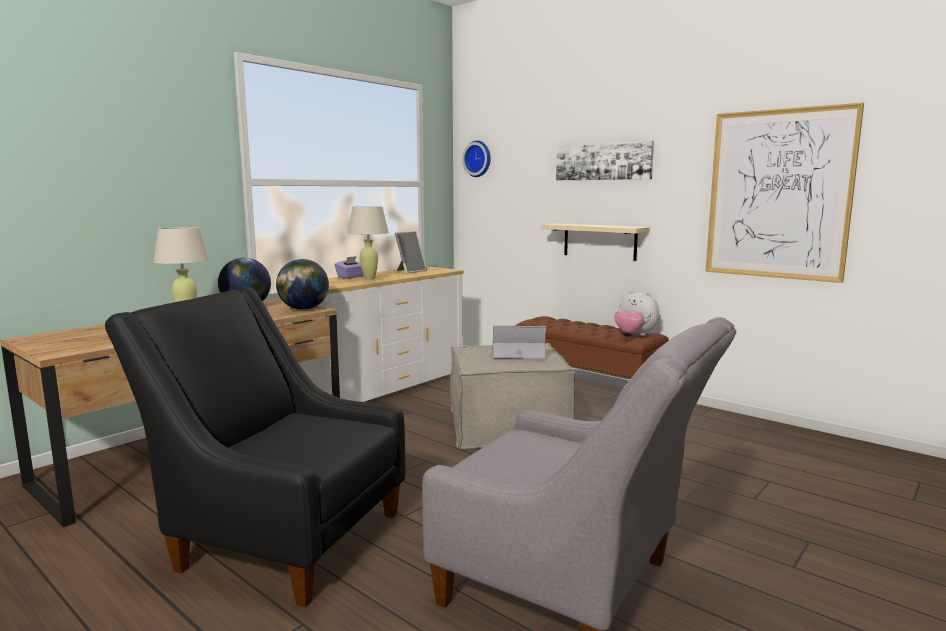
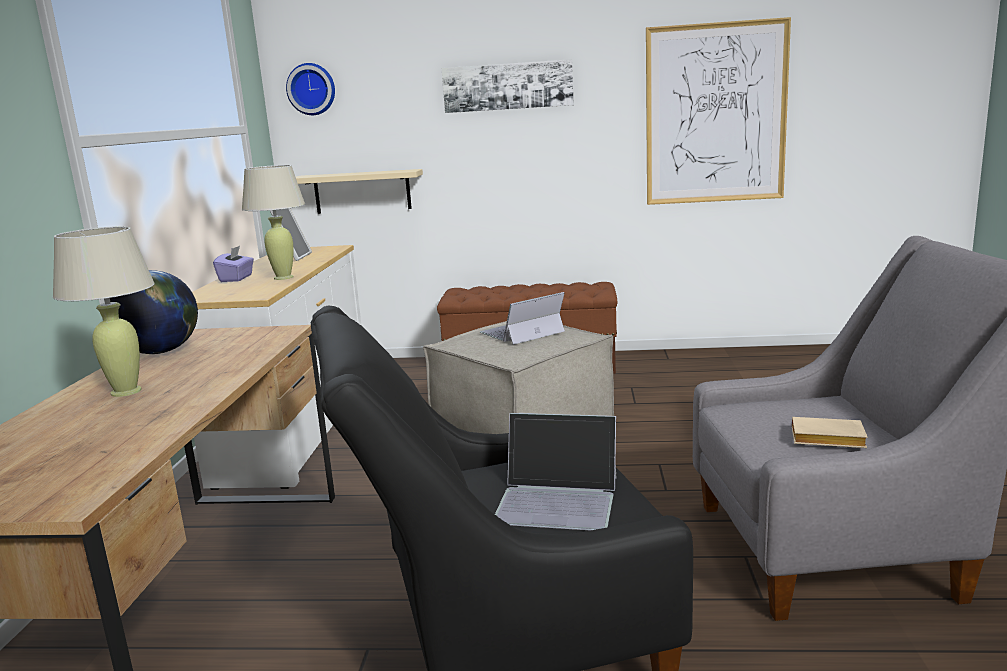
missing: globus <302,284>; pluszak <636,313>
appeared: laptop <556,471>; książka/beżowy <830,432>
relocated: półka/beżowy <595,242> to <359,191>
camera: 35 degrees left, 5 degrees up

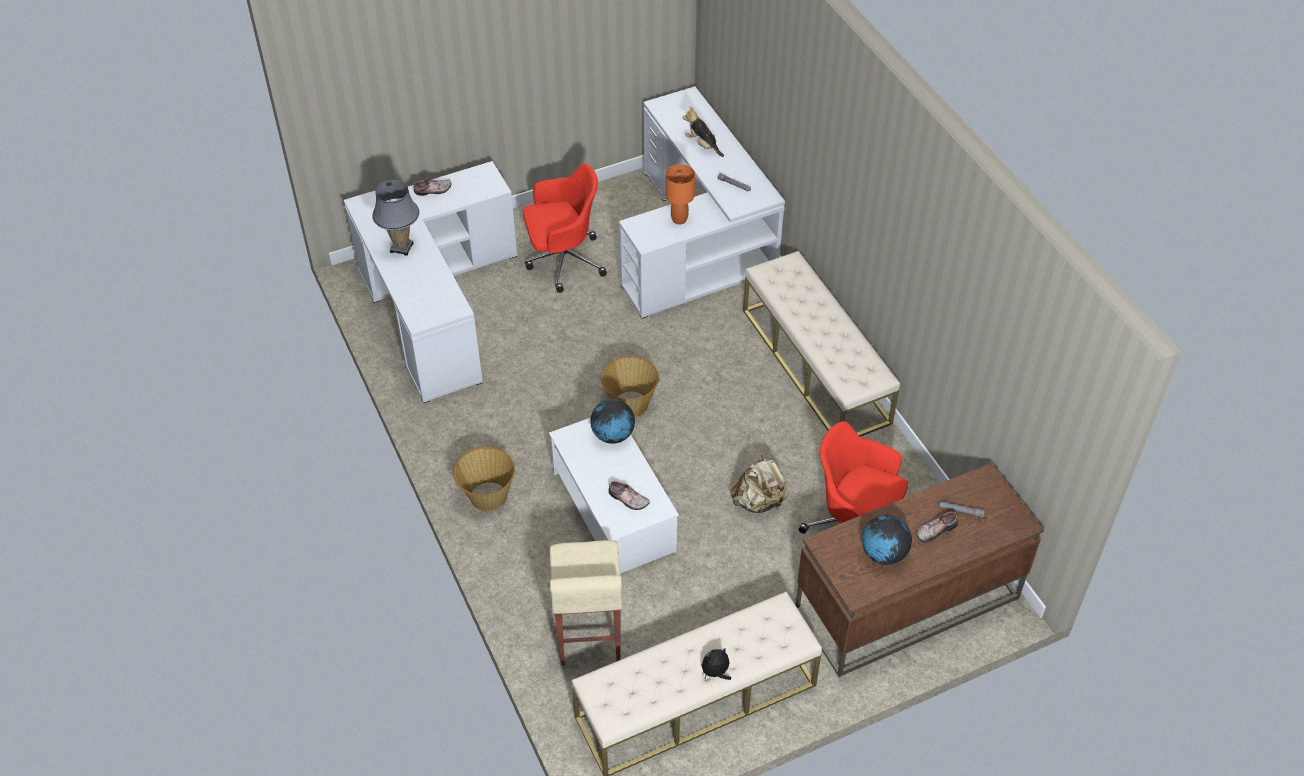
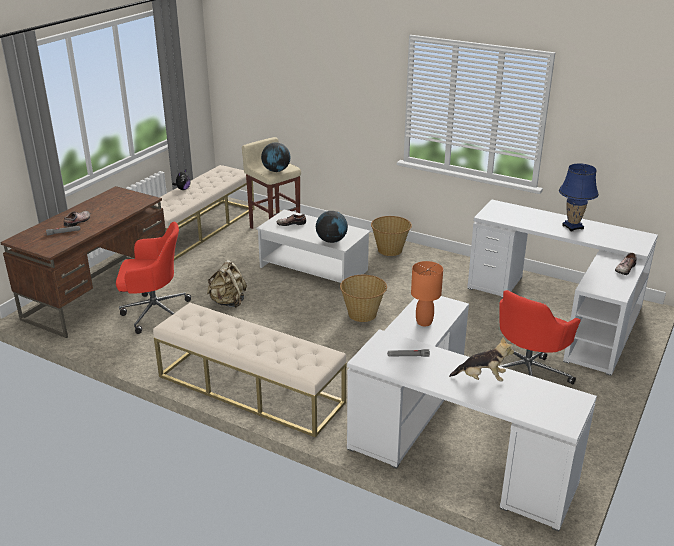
relocated: globus <887,540> to <276,157>
colour: lampa stołowa/szary <395,218> to lampa stołowa/niebieski <579,197>
camera: 145 degrees right, 20 degrees down

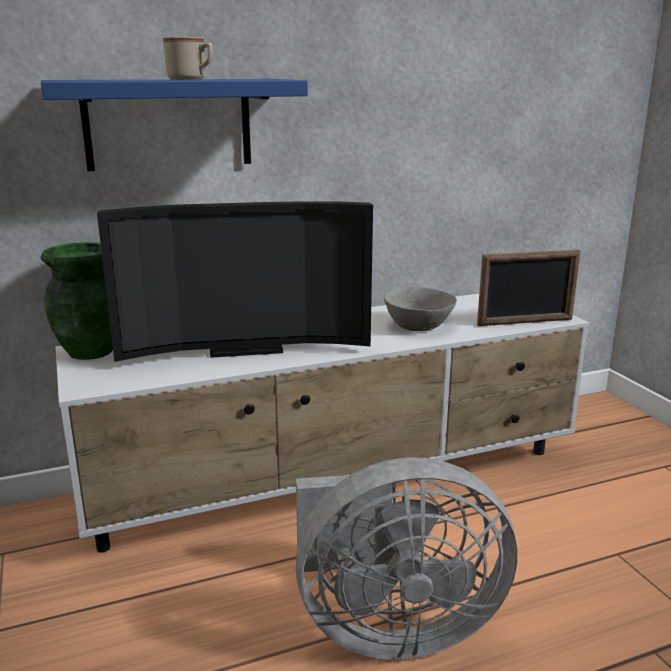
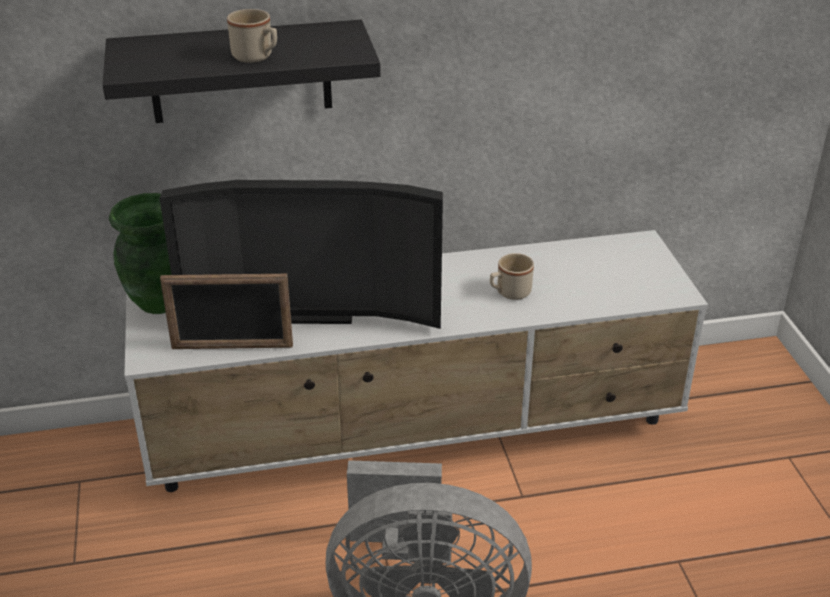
relocated: ramka na zdjęcie <528,288> to <226,311>
exchanged: miska/szary <420,308> to kubek/beżowy <512,276>
colour: półka/niebieski <174,125> to półka/czarny <241,71>
camera: 10 degrees right, 15 degrees up

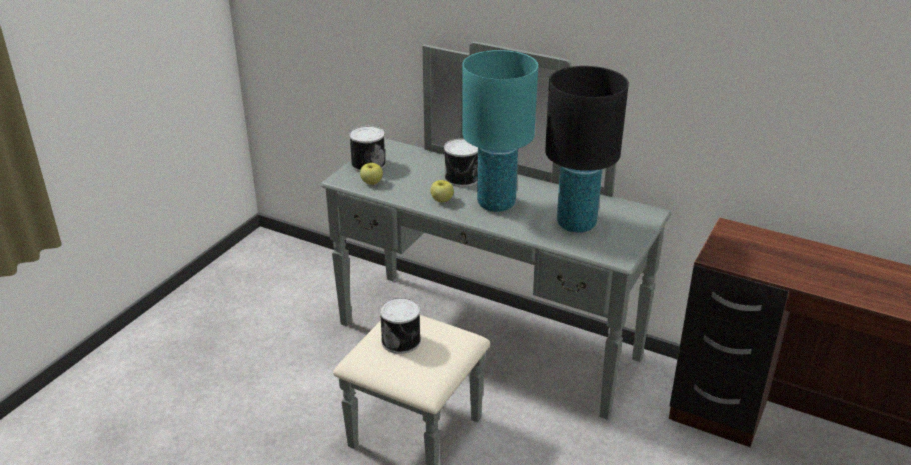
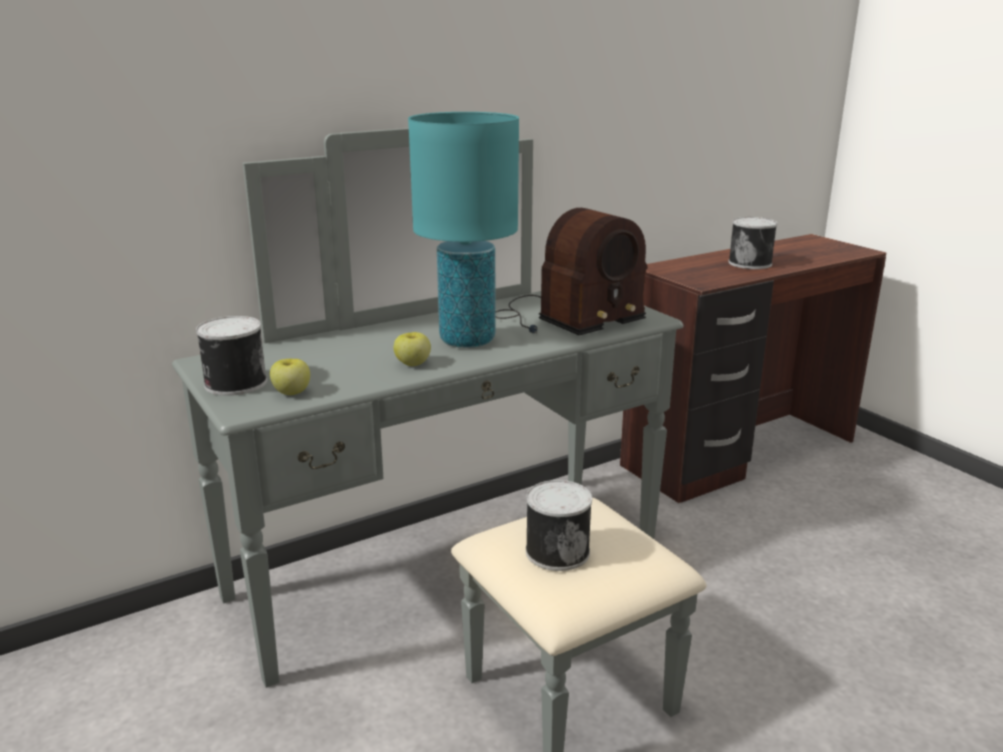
relocated: puszka <461,163> to <752,243>
exchanged: lampa stołowa/czarny <587,149> to radio <571,271>
camera: 60 degrees left, 10 degrees down

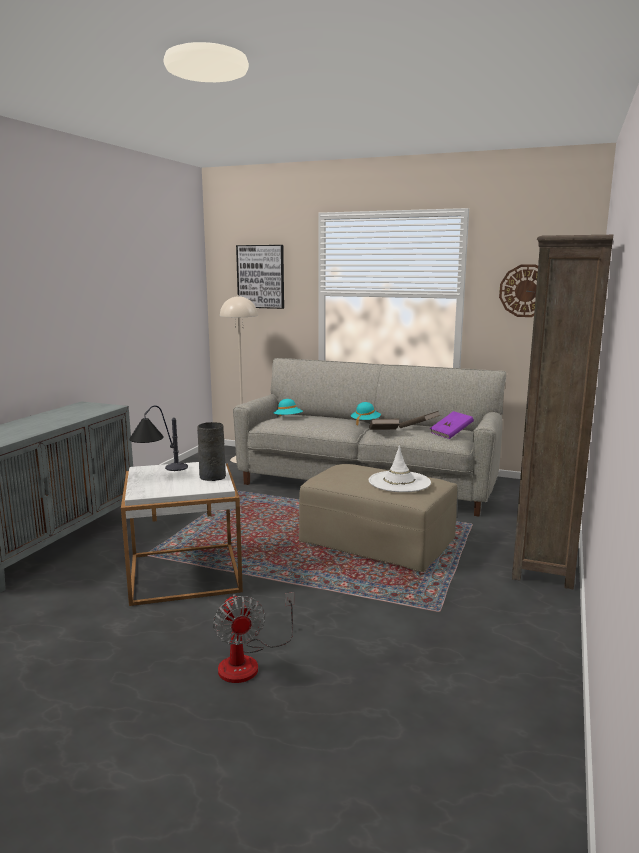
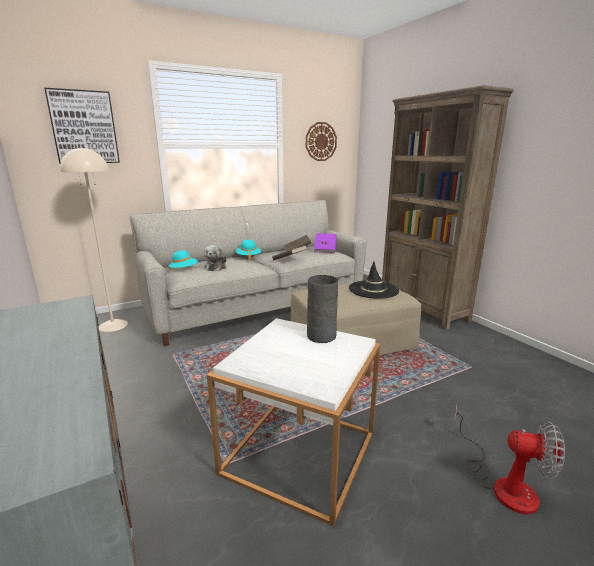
missing: lampa stołowa <158,438>
appeared: pluszak <215,258>
colour: kapelusz/biały <400,468> to kapelusz/czarny <374,280>
camera: 50 degrees left, 5 degrees up

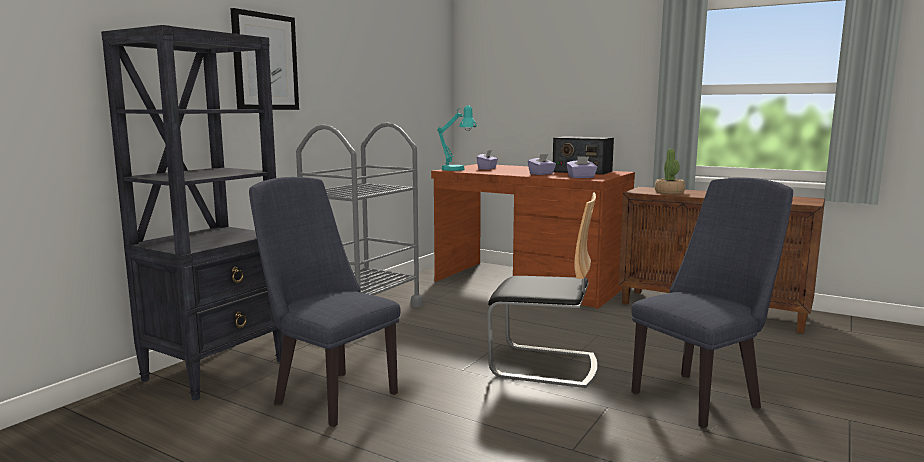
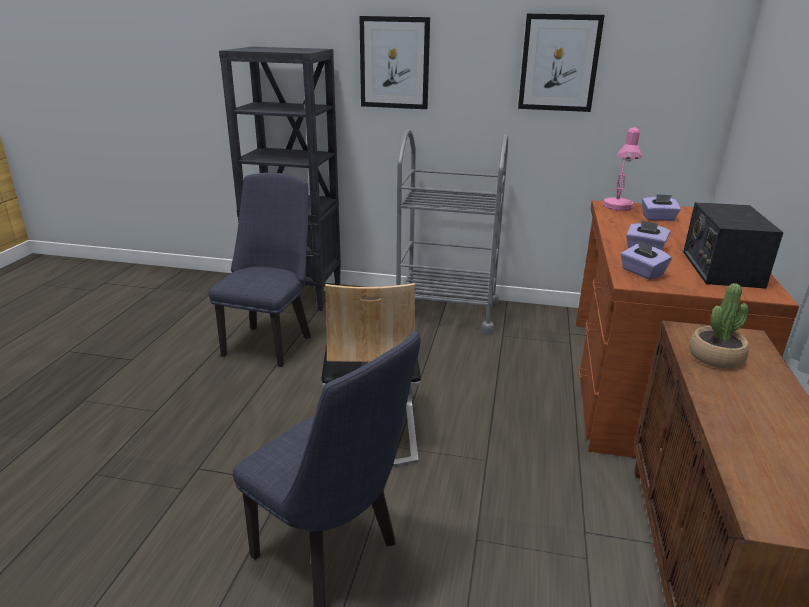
appeared: obraz <561,63>
colour: lampa stołowa/turkusowy <457,138> to lampa stołowa/różowy <622,169>
camera: 70 degrees right, 15 degrees up

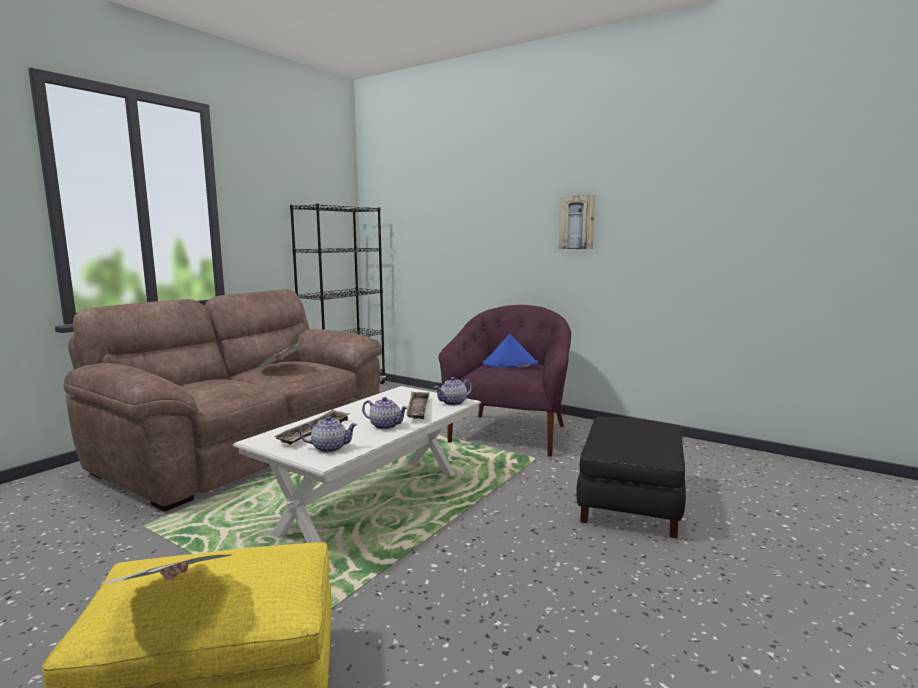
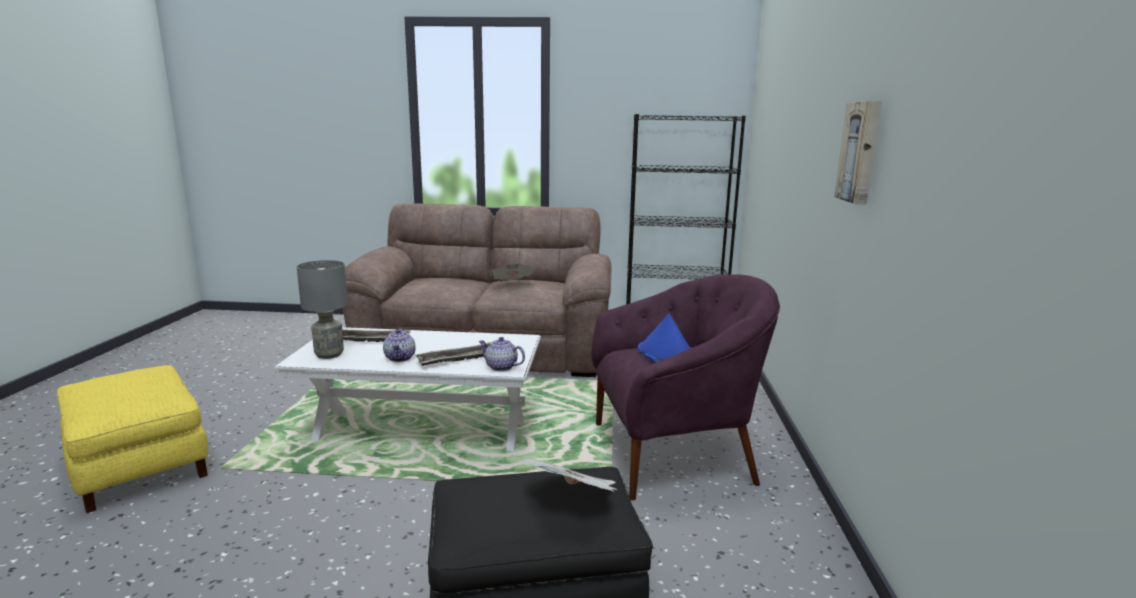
relocated: gazeta <166,569> to <570,475>
exchanged: imbryk <329,434> to lampa stołowa/szary <322,309>
camera: 60 degrees right, 5 degrees up

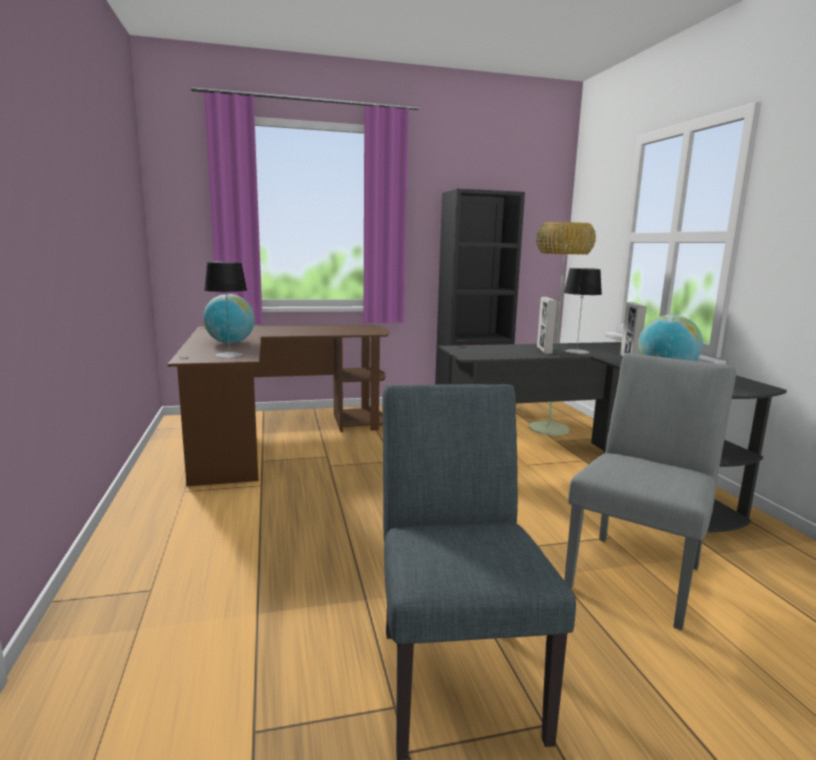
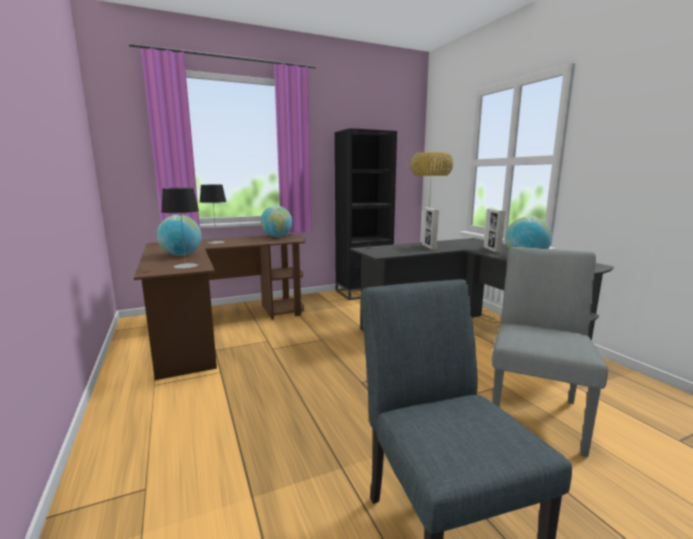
appeared: globus <276,221>
relocated: lampa stołowa <583,311> to <213,214>
camera: 10 degrees left, 0 degrees up

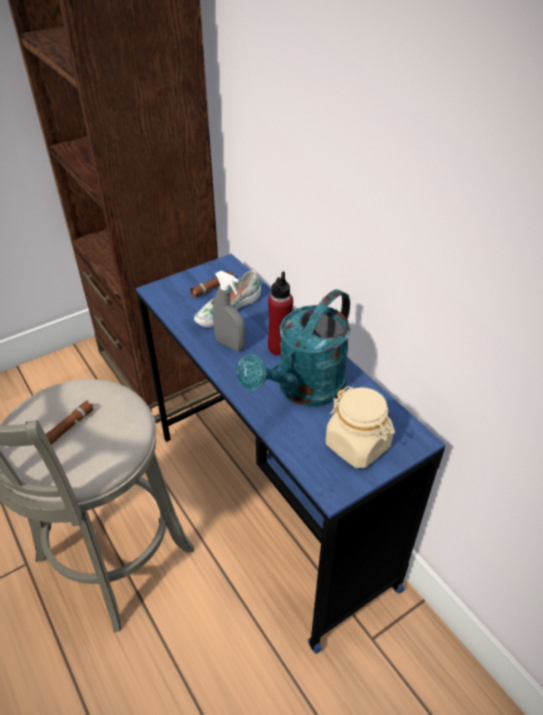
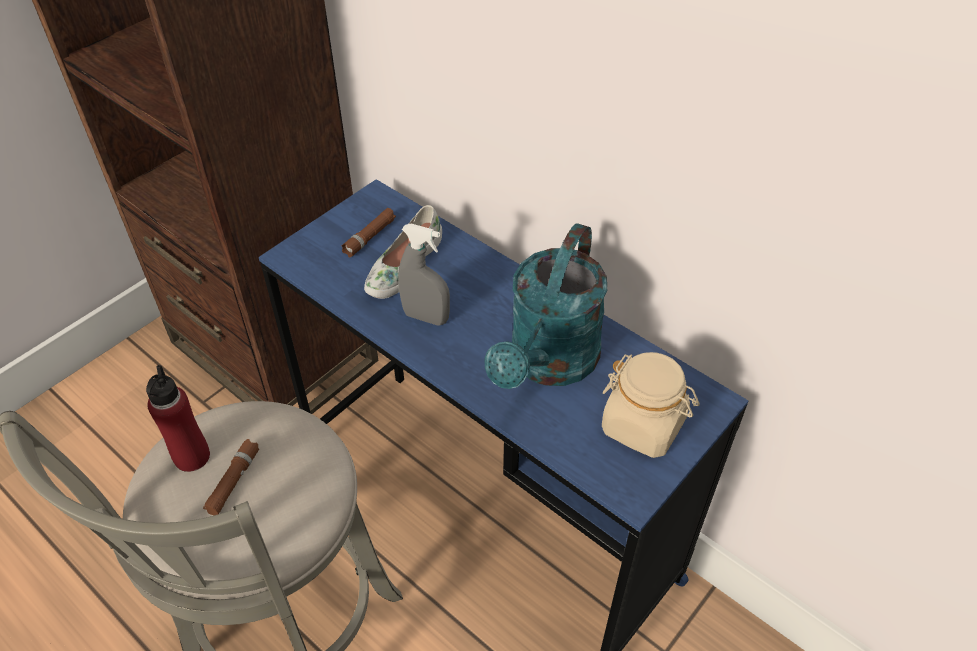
relocated: butelka/czerwony <280,313> to <178,418>
camera: 15 degrees left, 5 degrees up

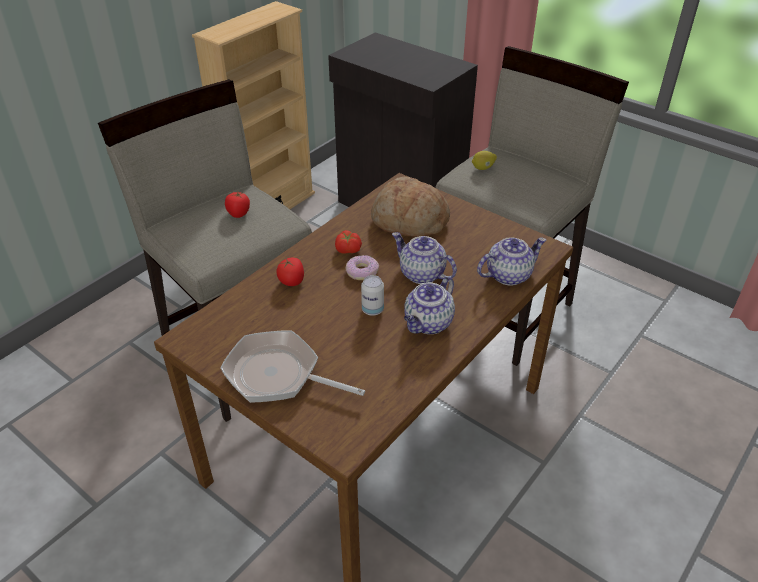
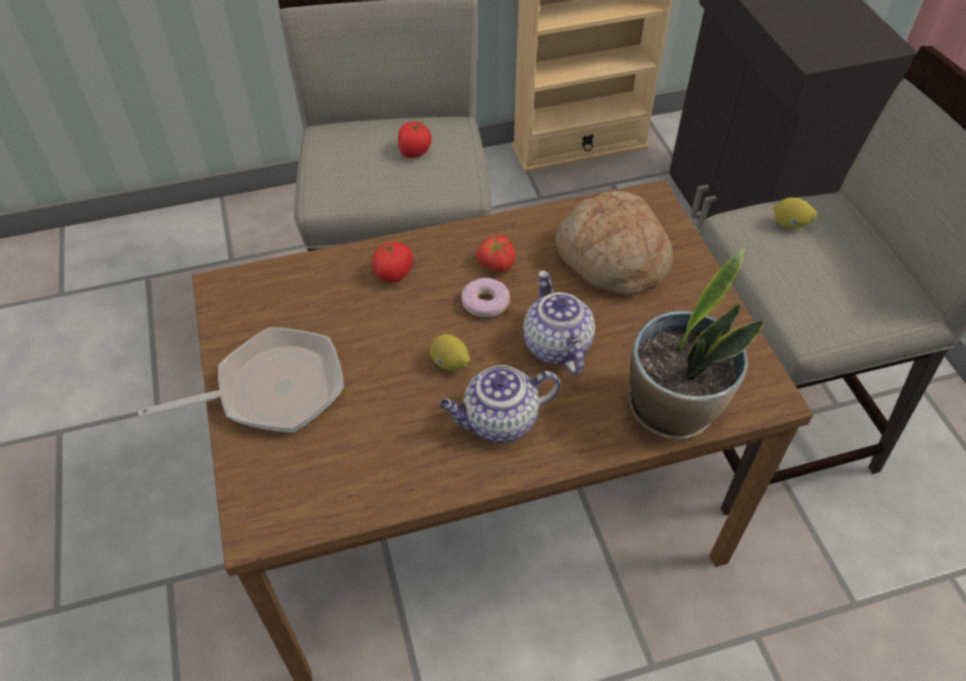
exchanged: puszka <372,295> to cytryna <450,352>; imbryk <511,261> to roślina doniczkowa <697,343>
spun: patelnia <292,367> = <241,380> 105 degrees clockwise
camera: 35 degrees right, 10 degrees up

